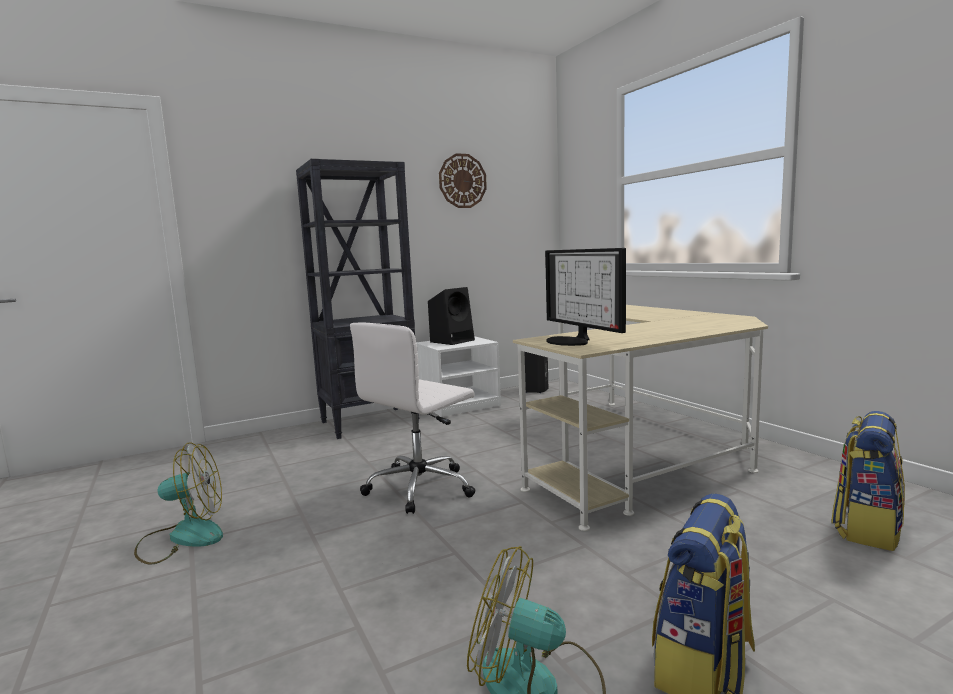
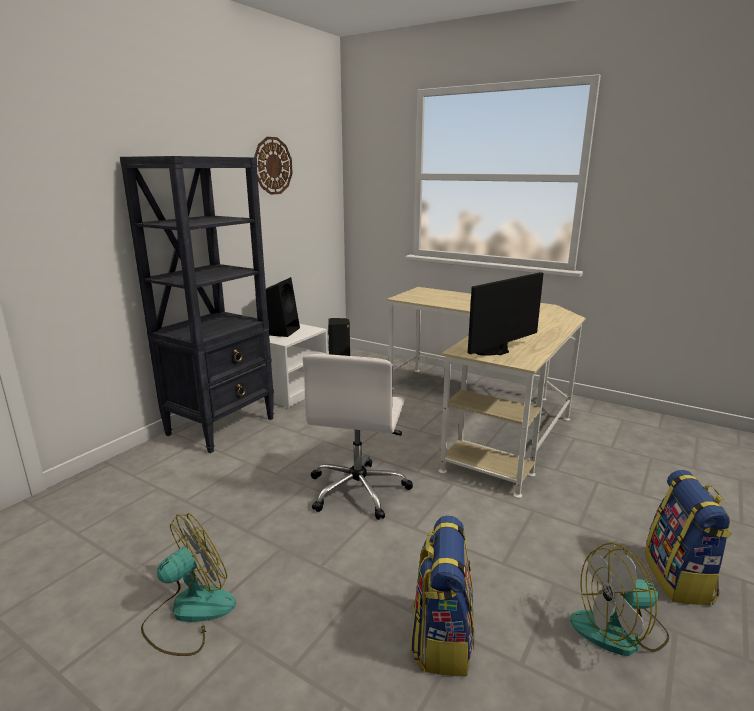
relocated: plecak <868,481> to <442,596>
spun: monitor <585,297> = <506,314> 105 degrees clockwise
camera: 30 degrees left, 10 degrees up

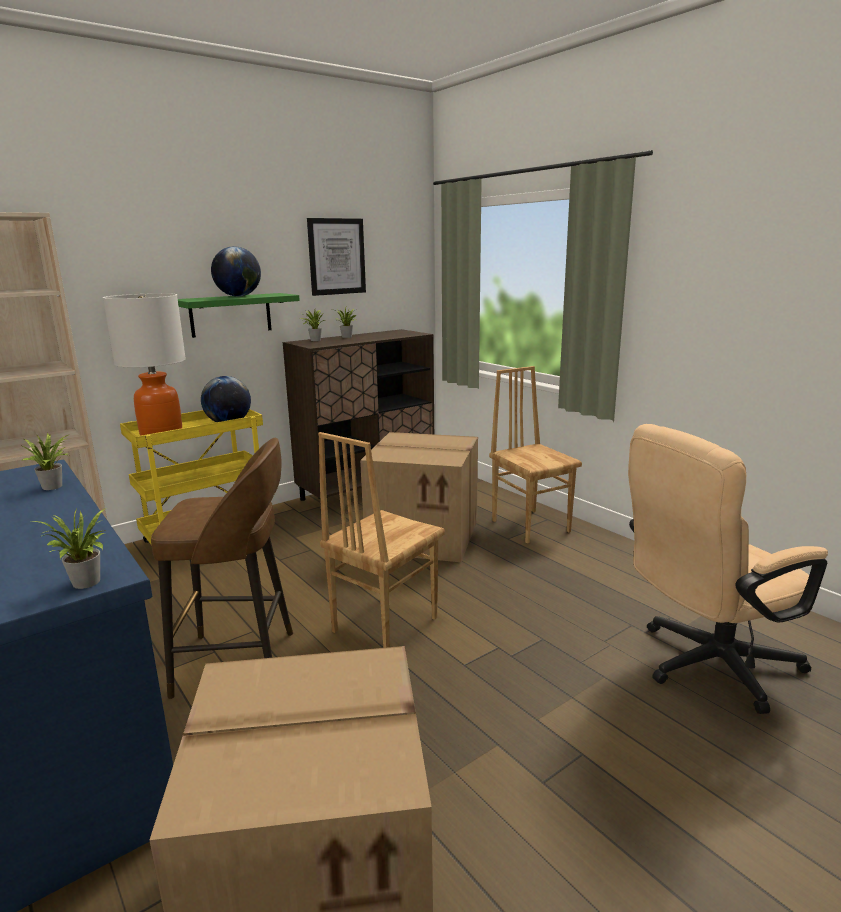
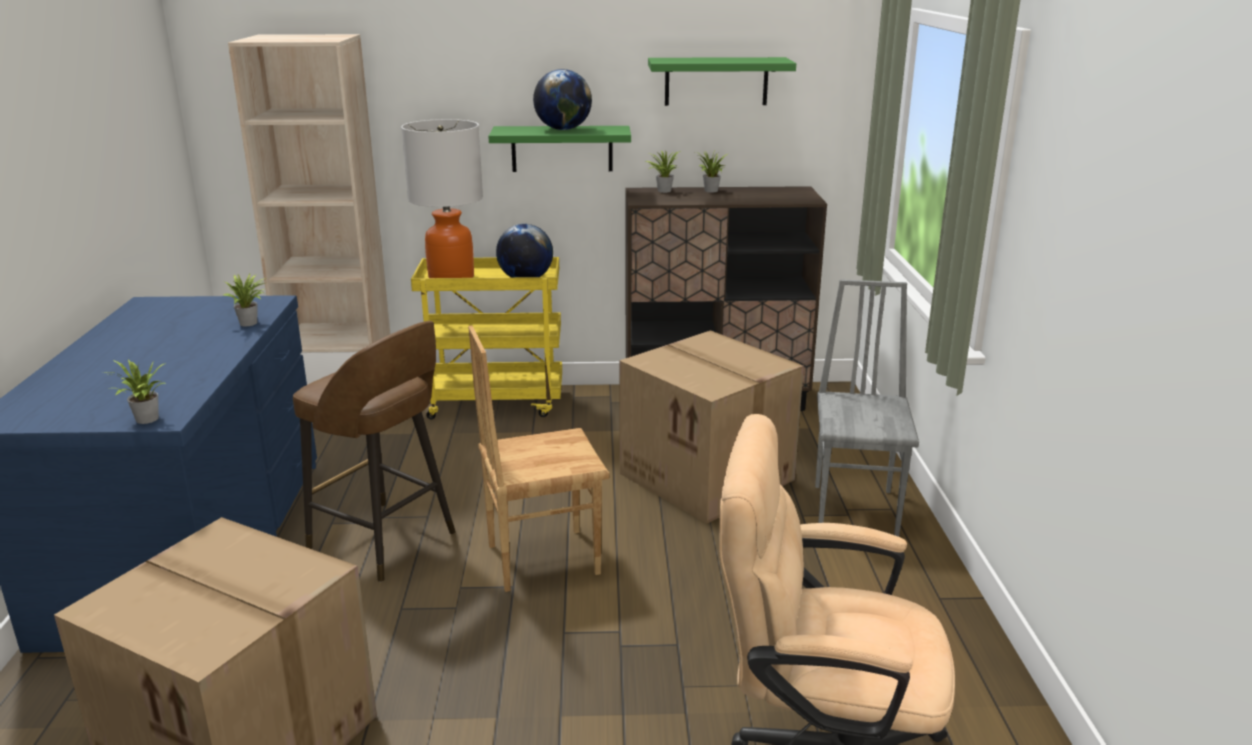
exchanged: obraz <336,257> to półka/zielony <722,81>
colour: krzesło/brązowy <535,454> to krzesło/szary <867,408>
camera: 35 degrees right, 5 degrees up

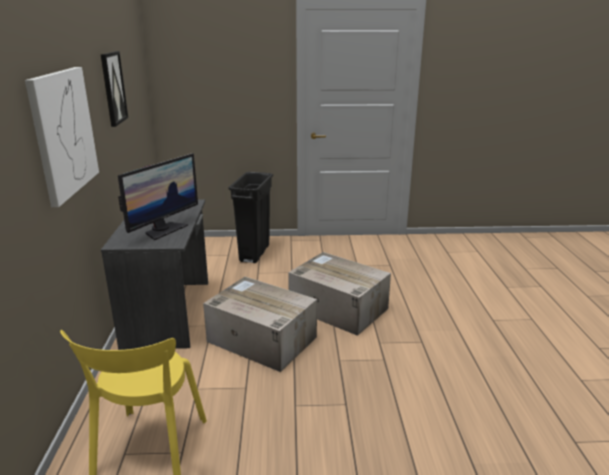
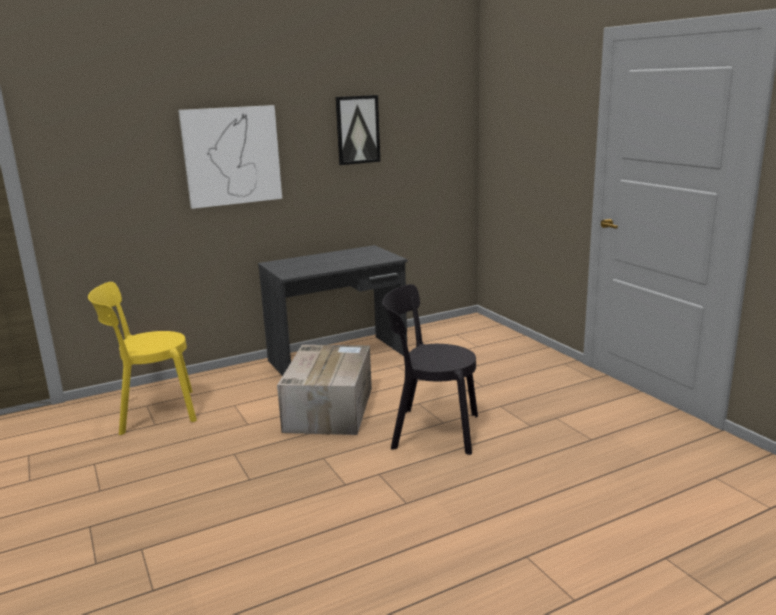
missing: monitor <158,196>; kosz na śmieci/czarny <250,217>
exchanged: karton <339,294> to krzesło/czarny <430,369>
camera: 65 degrees right, 5 degrees down

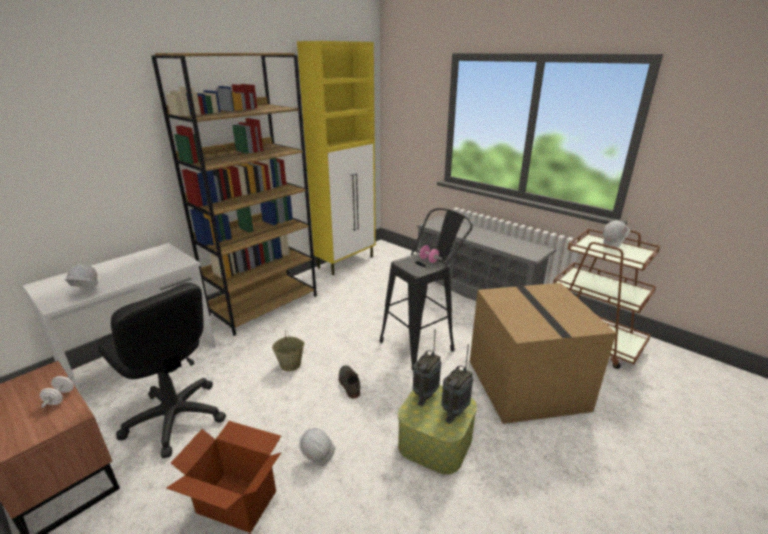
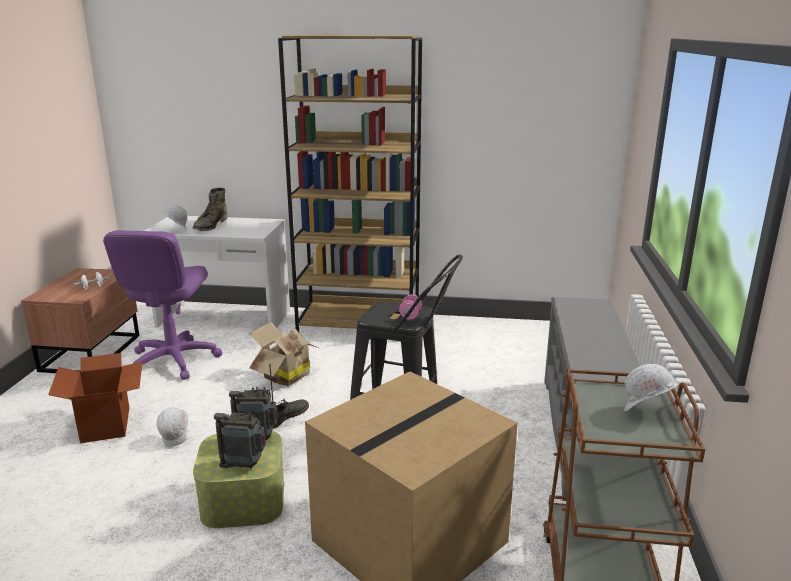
missing: szafka/żółty <336,158>
appeared: but z cholewką/zielony <210,209>
exchanged: wiadro/beżowy <288,350> to karton <283,354>
colour: krzesło biurowe/czarny <162,370> to krzesło biurowe/fioletowy <162,305>
camera: 55 degrees right, 5 degrees down

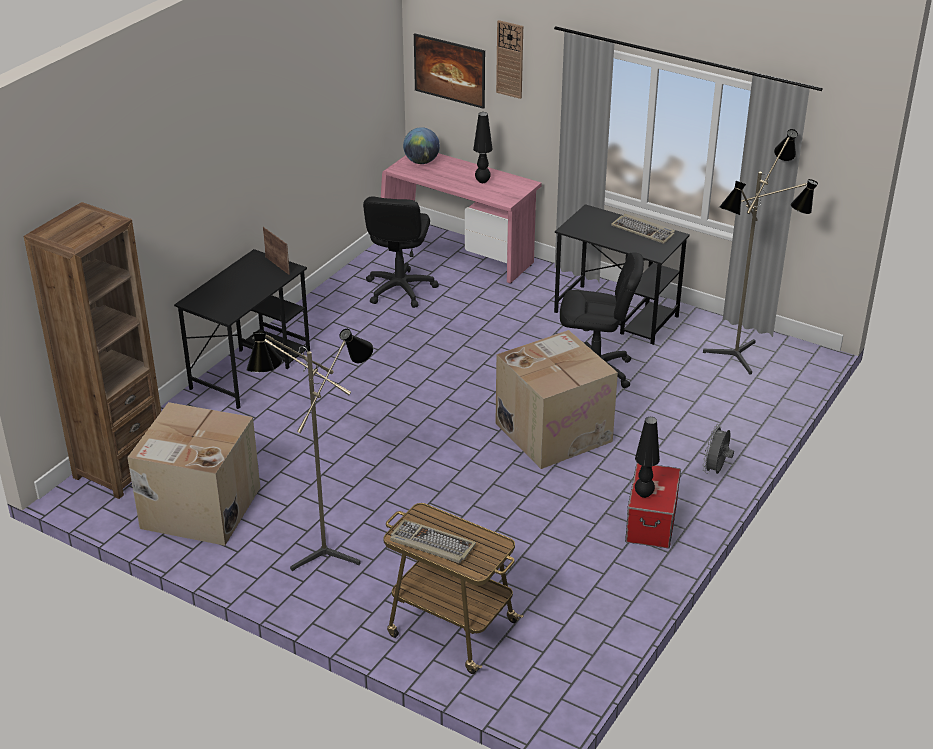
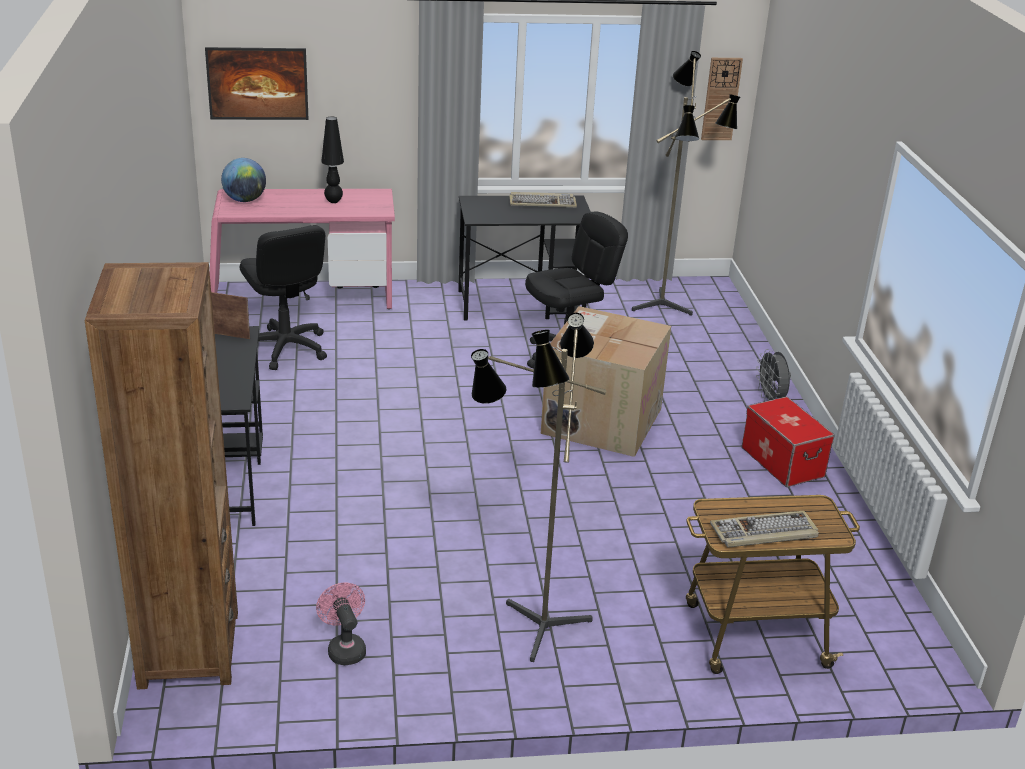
missing: lampa stołowa/czarny <647,457>
relocated: zegar ścienny <509,59> to <722,99>
exchanged: karton <193,474> to wentylator/różowy <341,624>
camera: 40 degrees left, 5 degrees down

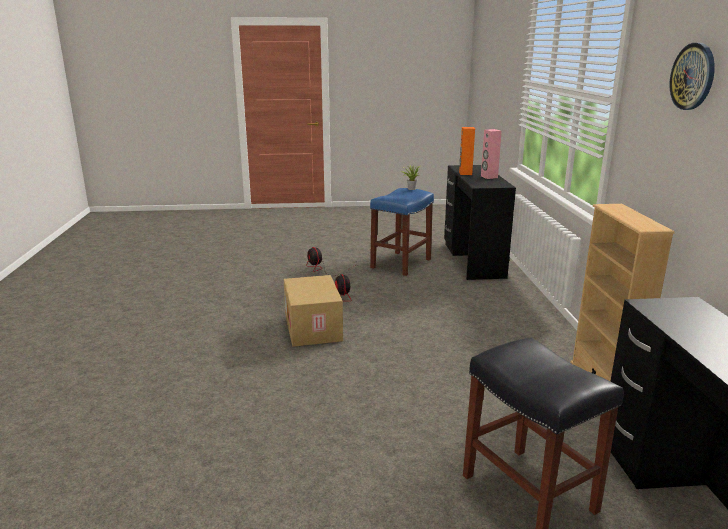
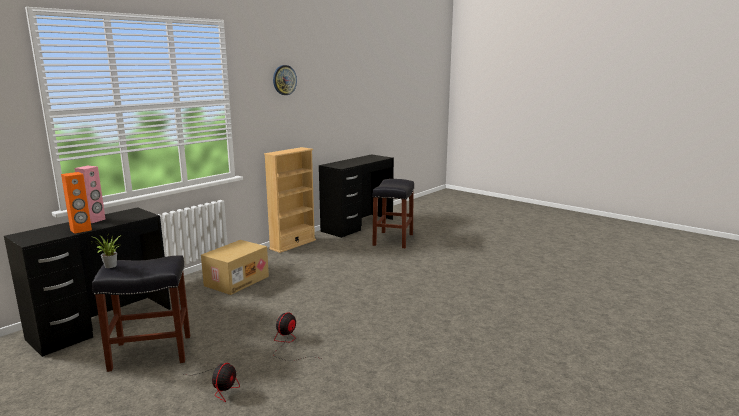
relocated: karton <313,311> to <235,267>
colour: stołek/niebieski <402,232> to stołek/czarny <141,313>
camera: 135 degrees left, 5 degrees down

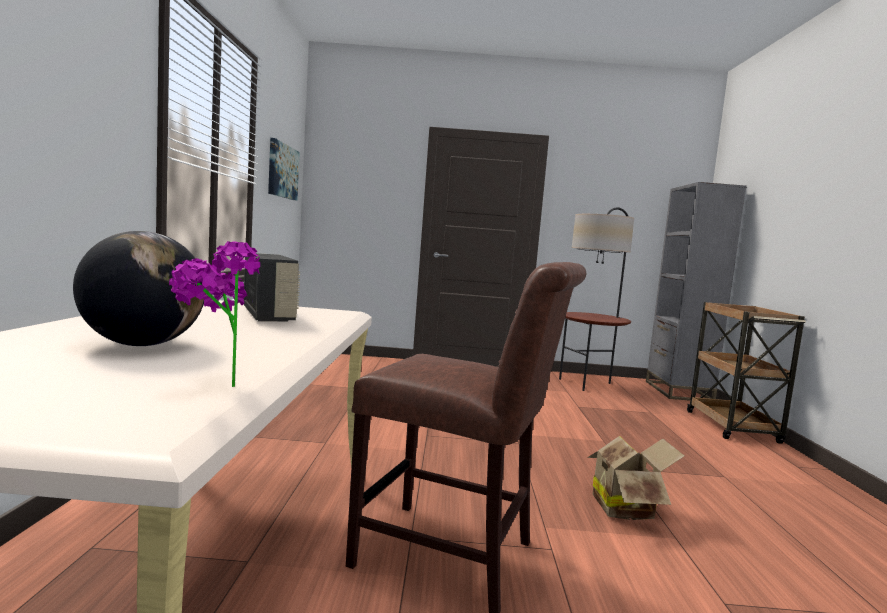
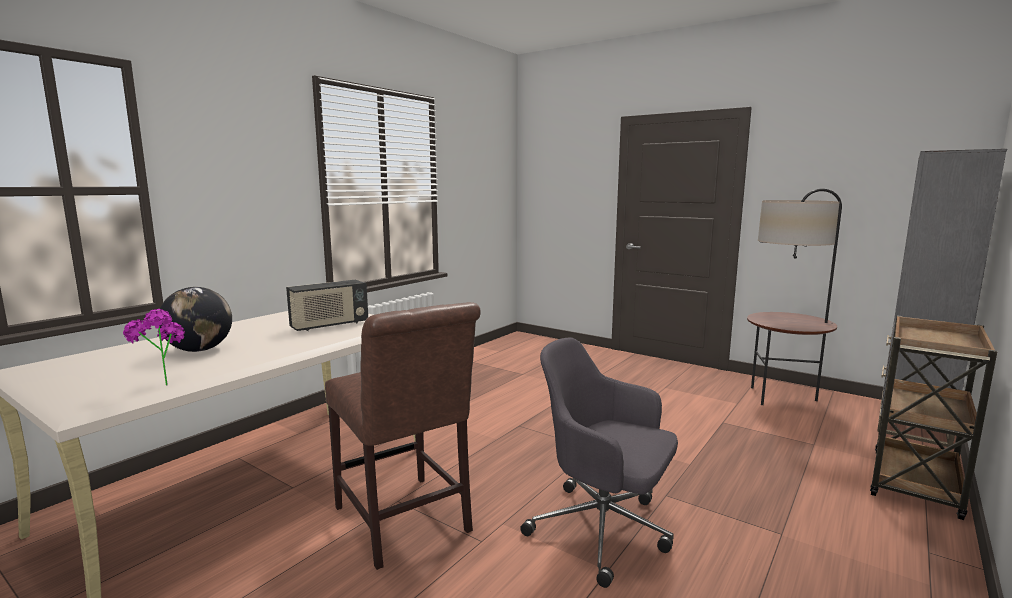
missing: obraz <284,169>
exchanged: karton <636,478> to krzesło biurowe/szary <599,463>
spun: radio <272,287> = <327,305> 45 degrees clockwise
camera: 35 degrees right, 5 degrees up

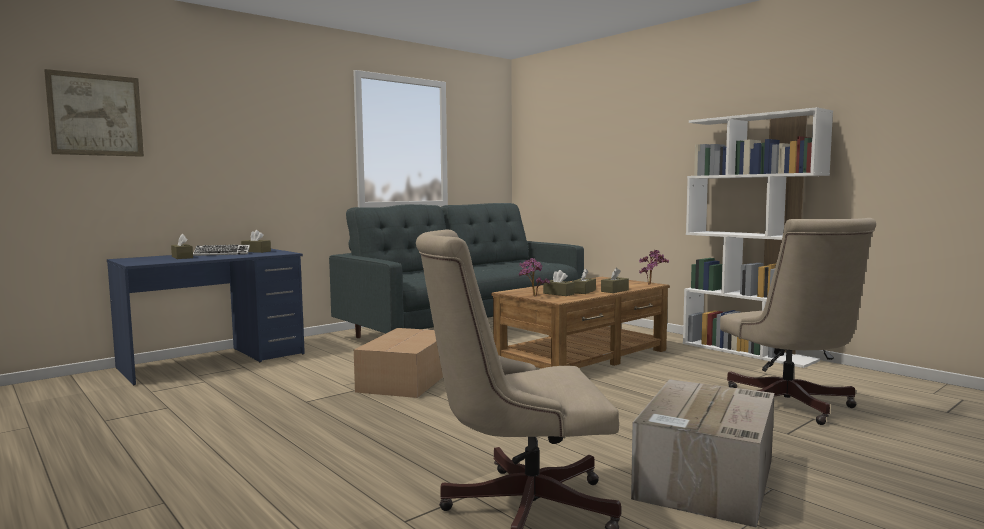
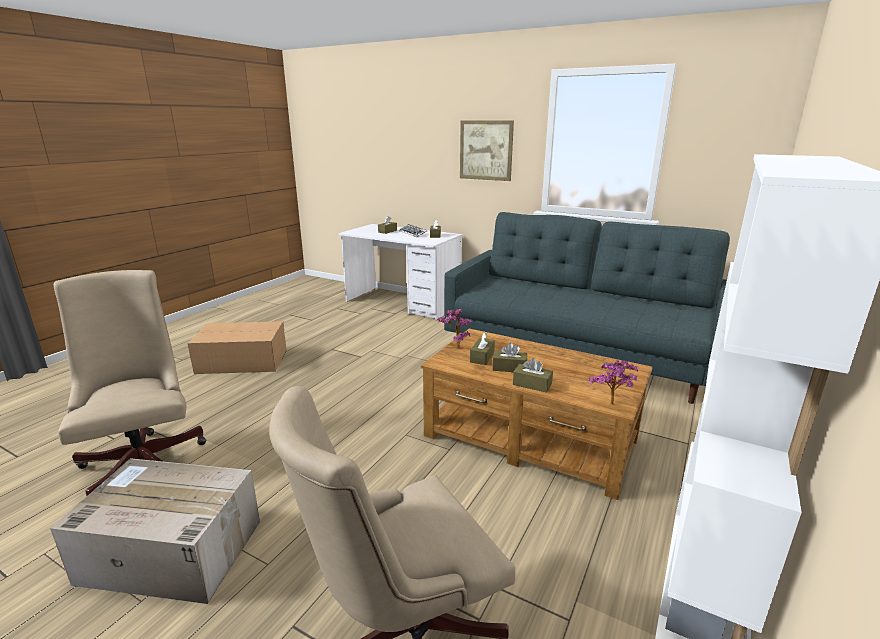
relocated: karton <398,363> to <237,347>; obraz <94,113> to <487,150>
colour: biurko/niebieski <206,317> to biurko/biały <400,272>
camera: 70 degrees right, 15 degrees up

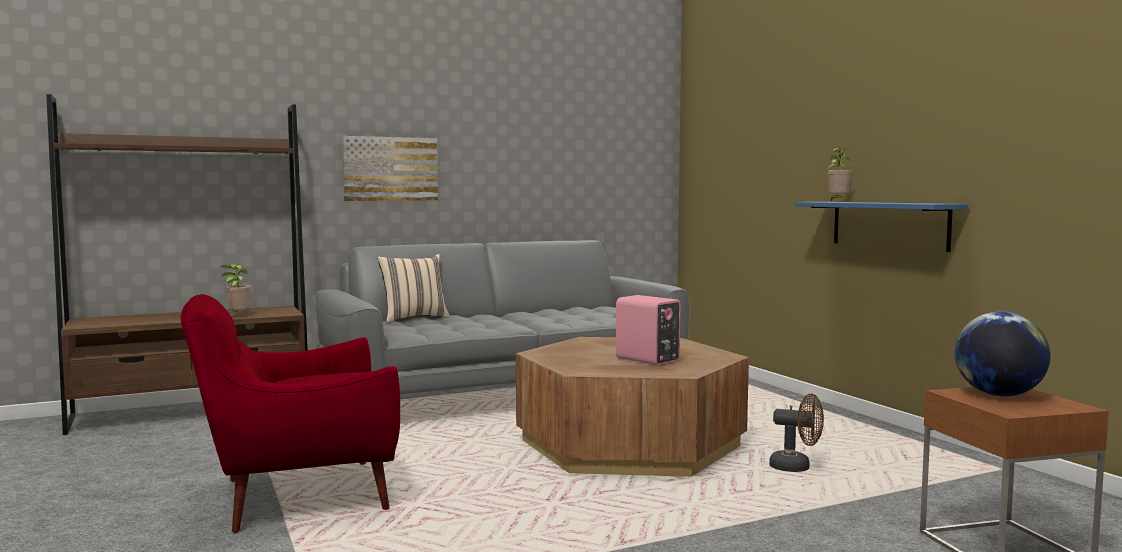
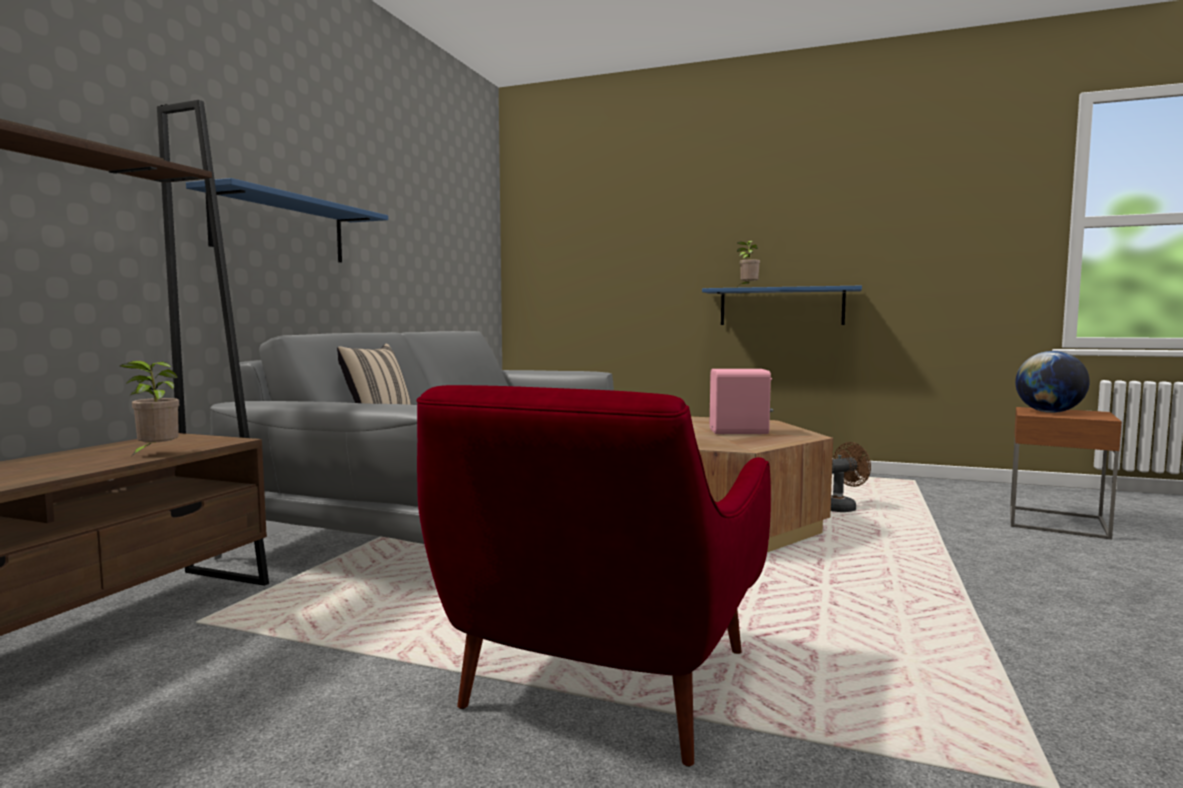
exchanged: obraz <390,168> to półka/niebieski <287,220>
camera: 45 degrees left, 0 degrees up

